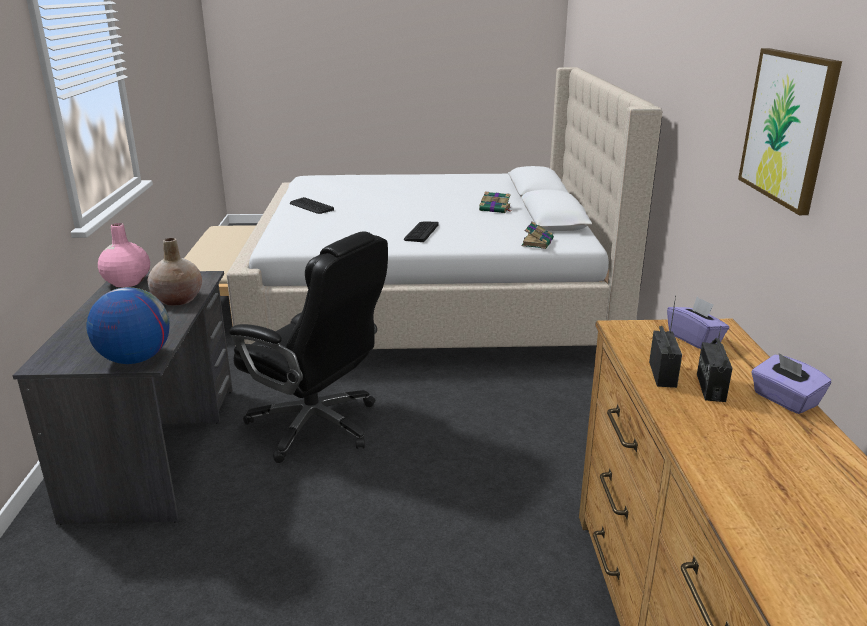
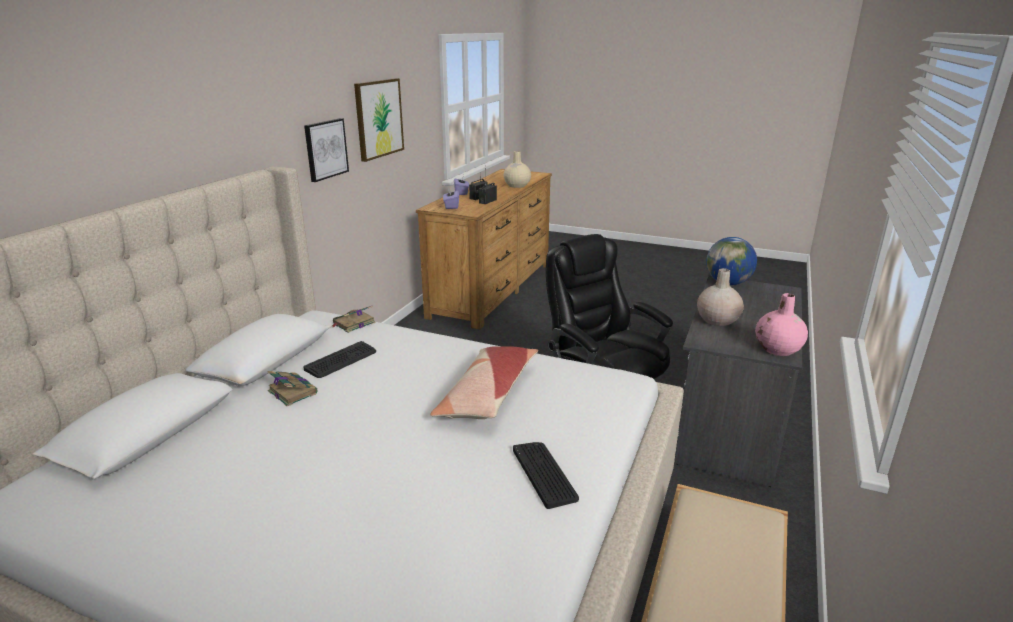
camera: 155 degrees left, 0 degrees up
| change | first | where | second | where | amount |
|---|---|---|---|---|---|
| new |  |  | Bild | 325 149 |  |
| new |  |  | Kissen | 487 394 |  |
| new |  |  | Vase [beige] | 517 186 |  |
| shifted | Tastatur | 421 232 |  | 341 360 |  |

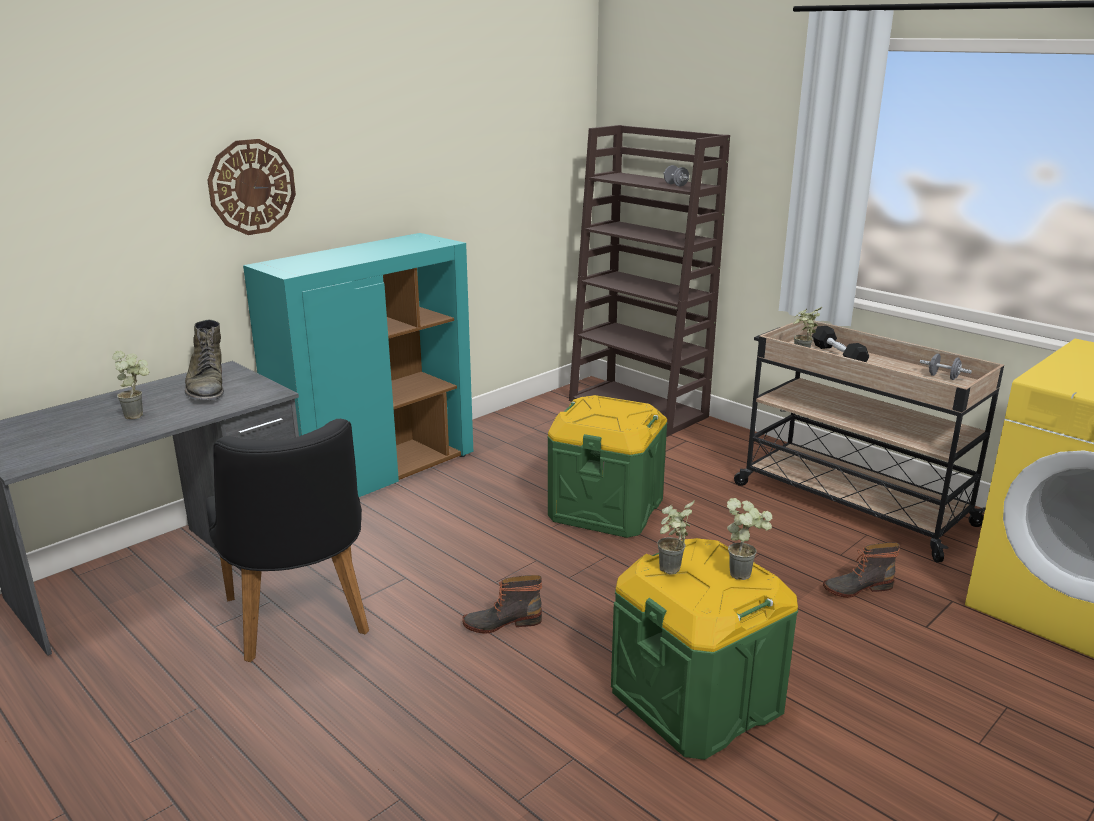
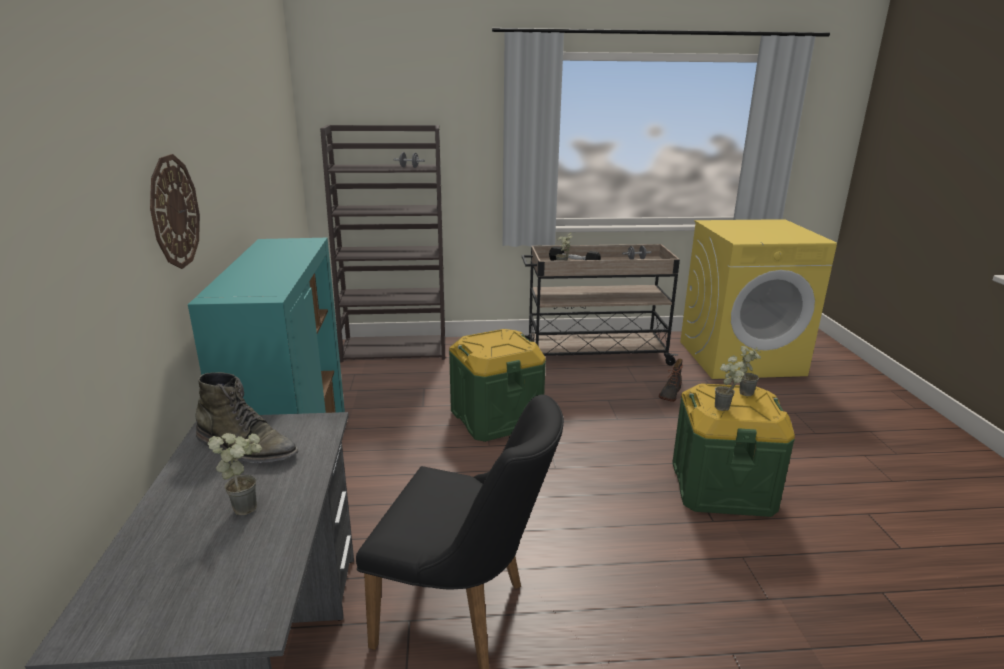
camera: 50 degrees left, 0 degrees up
| change | first | where | second | where | amount |
|---|---|---|---|---|---|
| gone | Stiefel | 502 622 |  |  |  |

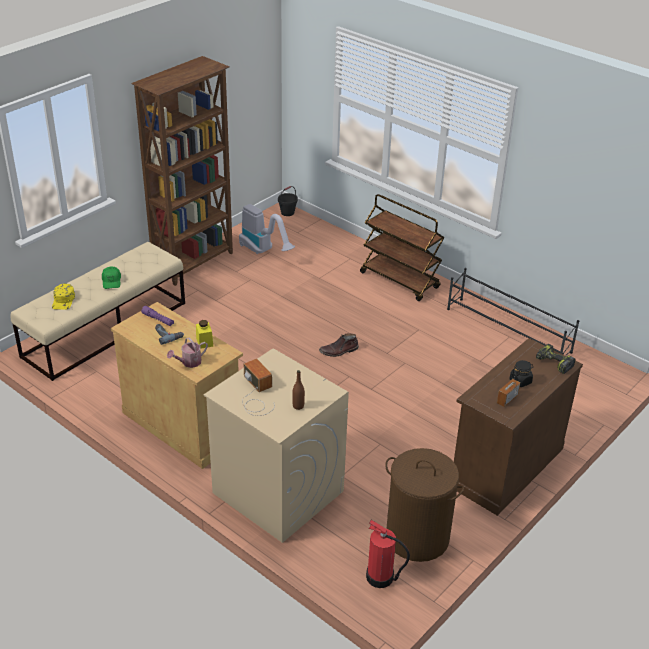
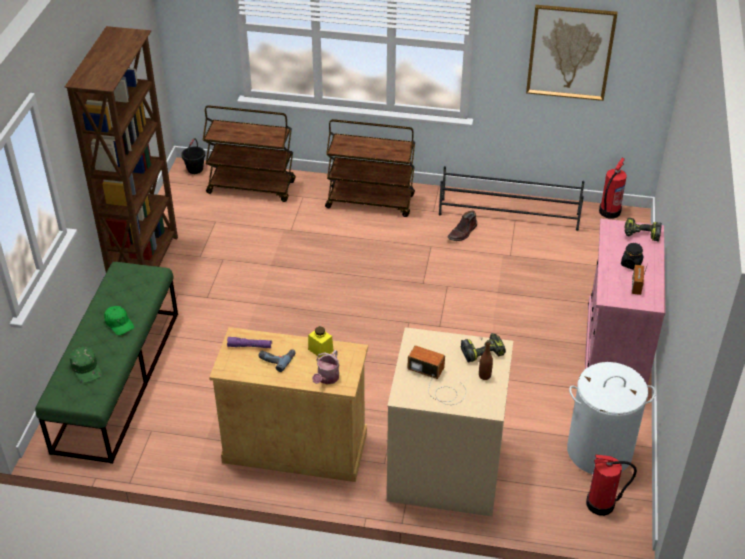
camera: 30 degrees left, 5 degrees up
| change | first | where | second | where | amount |
|---|---|---|---|---|---|
| gone | Staubsauger | 264 251 |  |  |  |
| new |  |  | Rollwagen [braun] | 252 187 |  |
| new |  |  | Bohrmaschine | 482 351 |  |
| new |  |  | Bild | 570 52 |  |
| new |  |  | Feuerlöscher | 609 212 |  |
| shifted | Stiefel [braun] | 339 351 |  | 462 232 |  |
| repainted | Bank [beige] | 106 329 | Bank [grün] | 117 379 |  |
| repainted | Kappe [gelb] | 63 300 | Kappe [grün] | 86 368 |  |
| repainted | Wäschekorb [braun] | 417 537 | Wäschekorb [weiß] | 599 451 |  |
| repainted | Schrank [braun] | 506 466 | Schrank [rosa] | 614 348 |  |

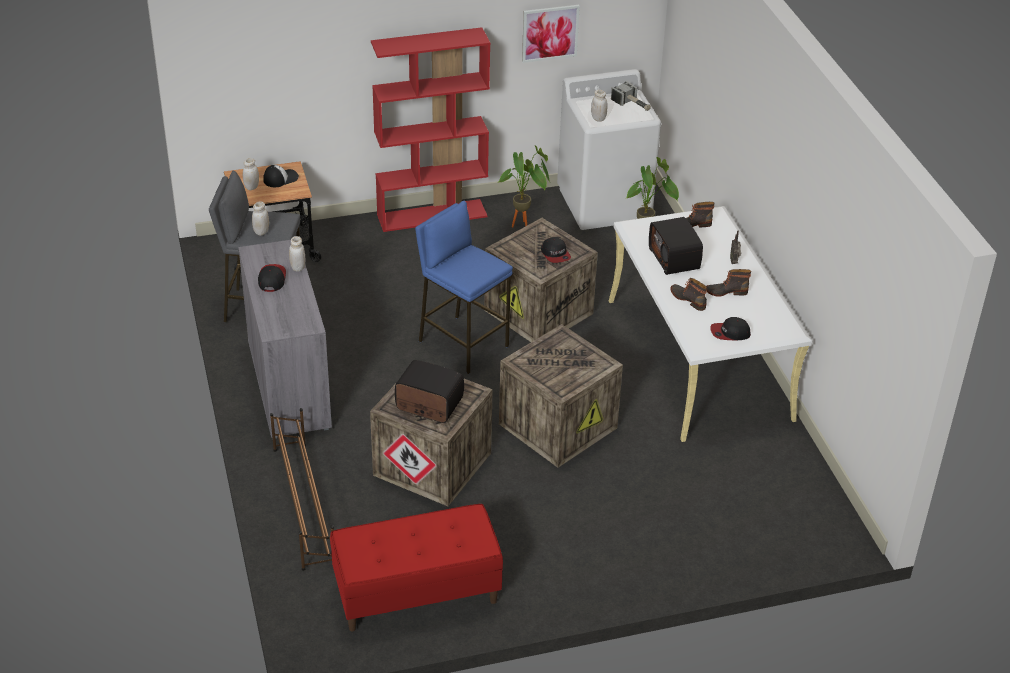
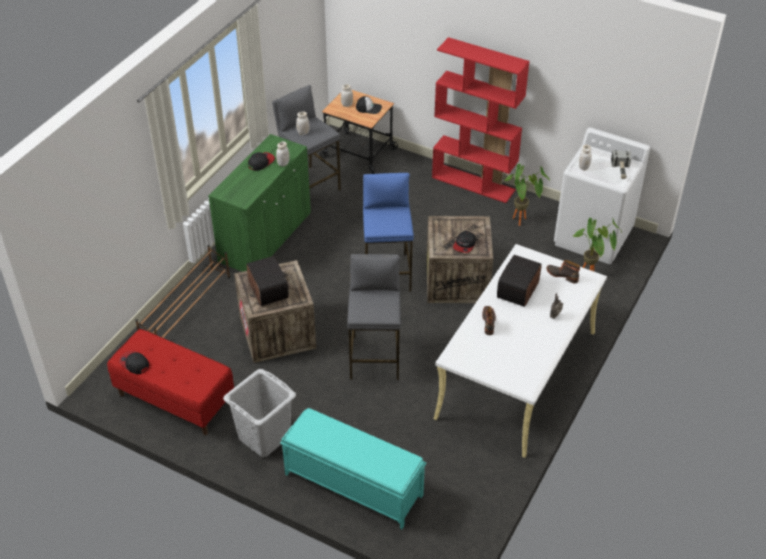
camera: 45 degrees right, 5 degrees up
| change | first | where | second | where | amount |
|---|---|---|---|---|---|
| gone | Bild | 550 33 |  |  |  |
| gone | Stiefel | 726 291 |  |  |  |
| new |  |  | Wäschekorb [grau] | 264 437 |  |
| new |  |  | Bank [türkis] | 352 484 |  |
| shifted | Kappe | 730 333 |  | 134 363 |  |
| swapped | Kiste | 558 425 | Hocker [grau] | 375 357 |  |
| repainted | Schrank [grau] | 289 385 | Schrank [grün] | 265 238 |  |

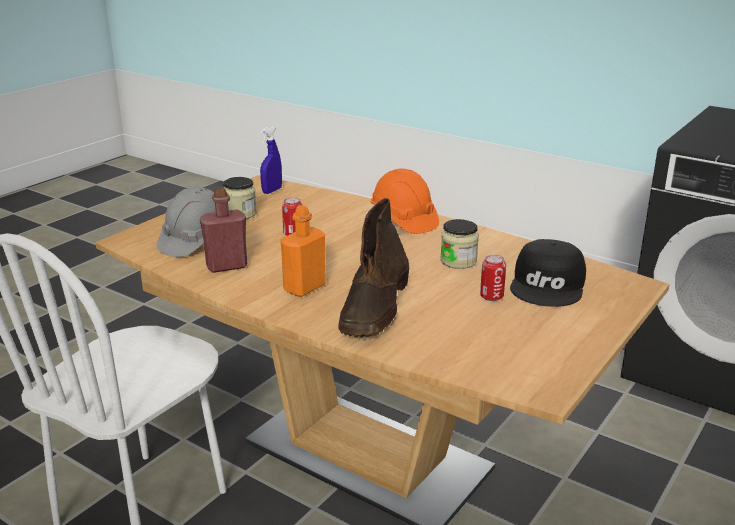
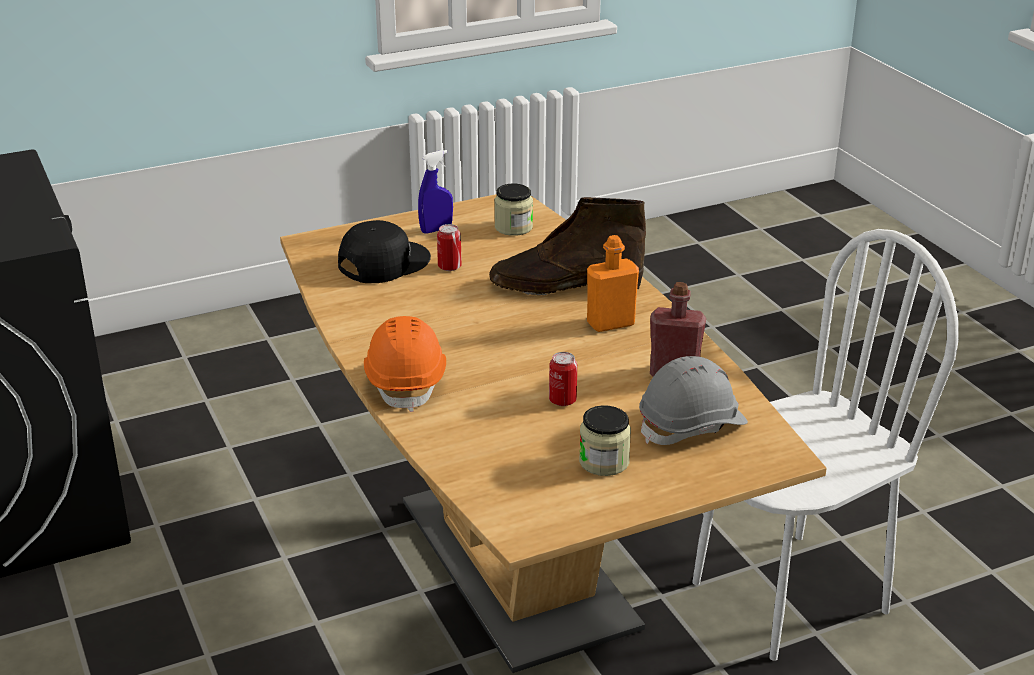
camera: 150 degrees left, 5 degrees up
| change | first | where | second | where | amount |
|---|---|---|---|---|---|
| shifted | Sprühflasche [blau] | 272 191 |  | 436 230 |  |
| shifted | Vorratsglas | 458 261 |  | 513 227 |  |
| rotated | Stiefel [braun] | 375 308 |  | 564 285 | 135 degrees counterclockwise |

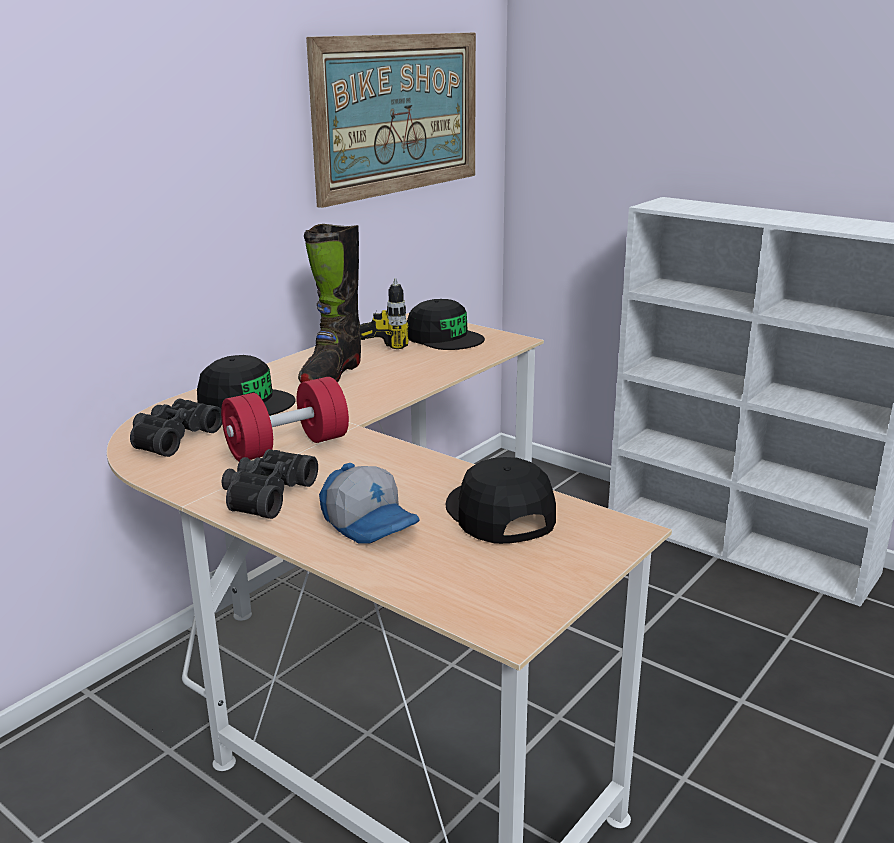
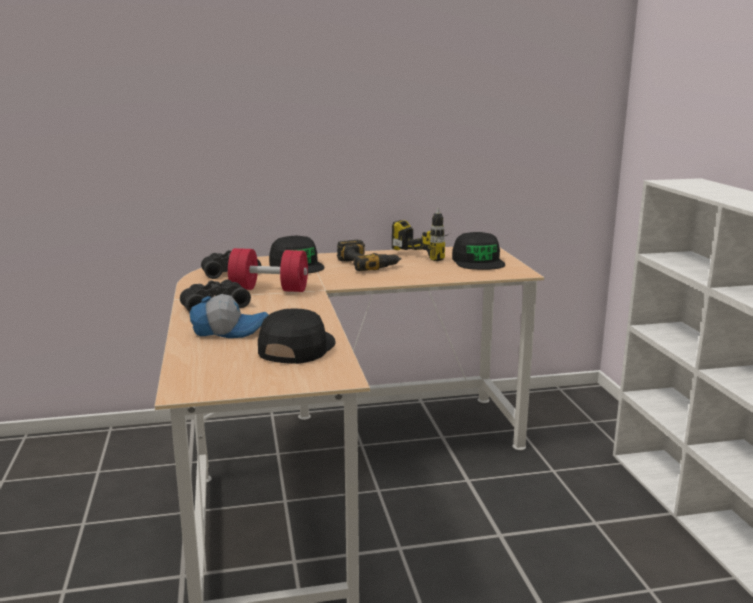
camera: 40 degrees right, 5 degrees down
| change | first | where | second | where | amount |
|---|---|---|---|---|---|
| gone | Bild | 398 114 |  |  |  |
| swapped | Stiefel [schwarz] | 331 374 | Bohrmaschine | 368 264 |  |
| rotated | Kappe | 371 523 |  | 229 330 | 90 degrees counterclockwise |

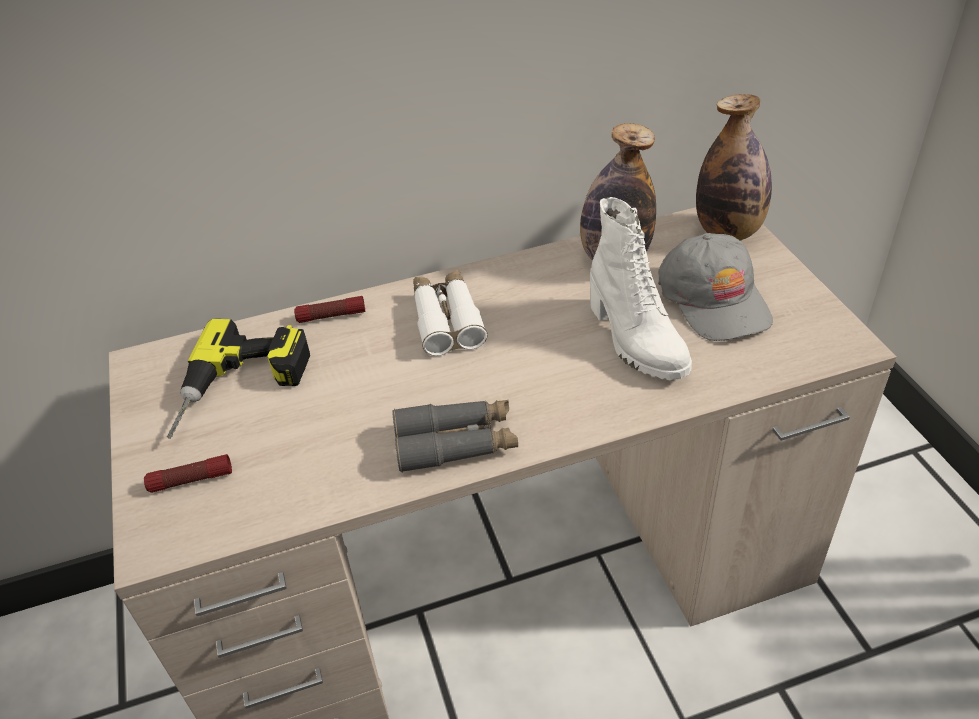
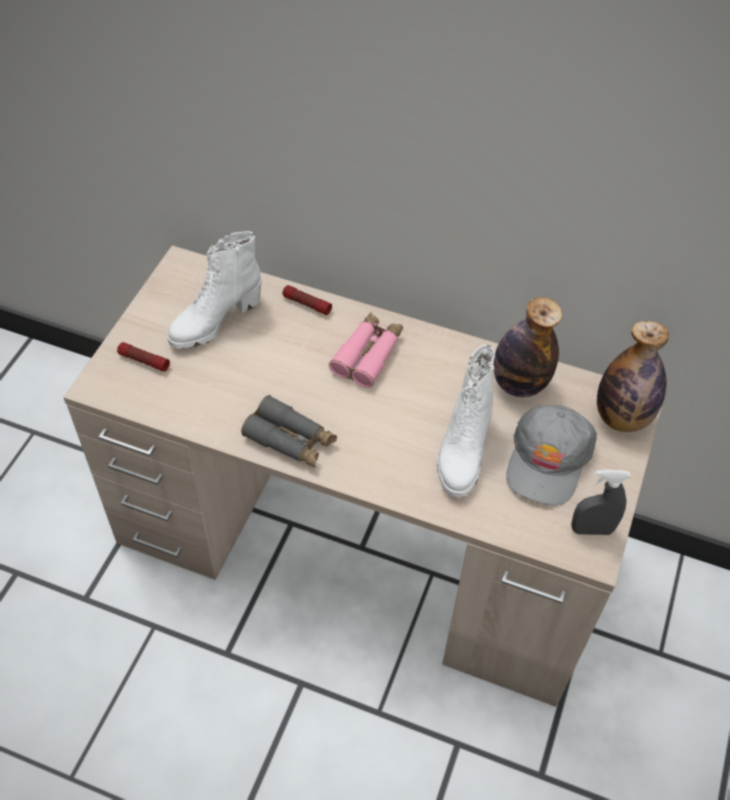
camera: 35 degrees right, 10 degrees up
| change | first | where | second | where | amount |
|---|---|---|---|---|---|
| new |  |  | Sprühflasche [grau] | 591 530 |  |
| swapped | Bohrmaschine | 241 390 | Stiefel [weiß] | 215 321 |  |
| repainted | Fernglas [weiß] | 447 320 | Fernglas [rosa] | 368 355 |  |

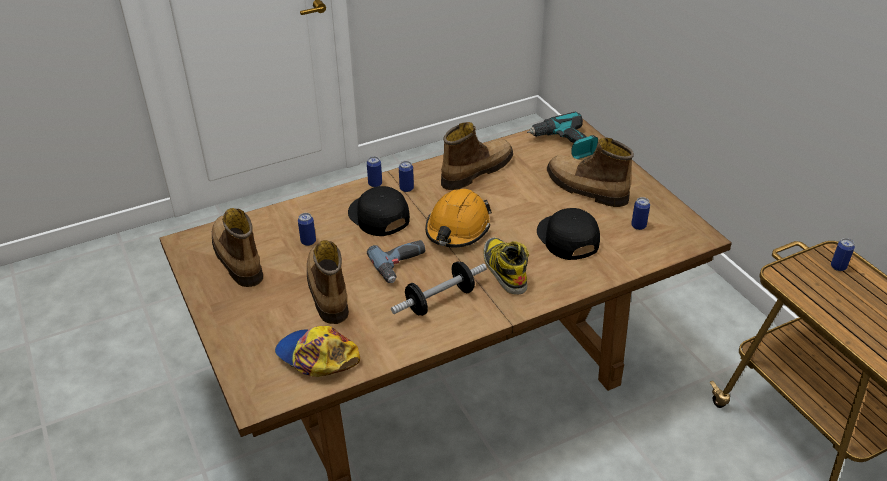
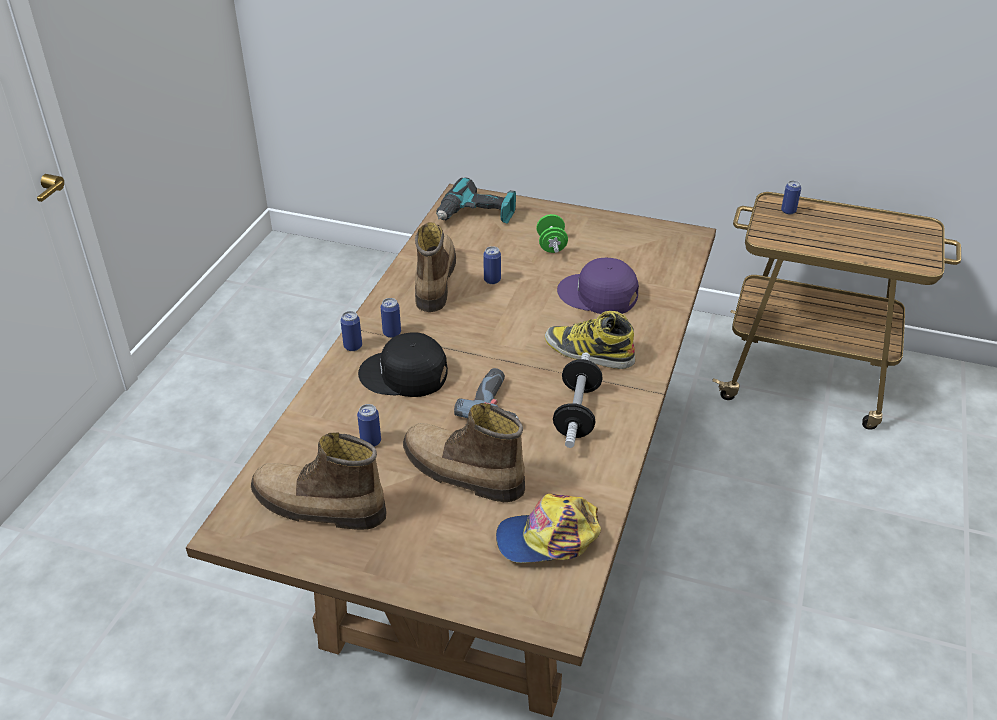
camera: 45 degrees left, 0 degrees up
| change | first | where | second | where | amount |
|---|---|---|---|---|---|
| gone | Schutzhelm [orange] | 457 229 |  |  |  |
| shifted | Dose | 638 226 |  | 492 280 |  |
| swapped | Stiefel | 585 189 | Hantel [grün] | 551 245 |  |
| repainted | Kappe [schwarz] | 566 238 | Kappe [lila] | 598 295 |  |

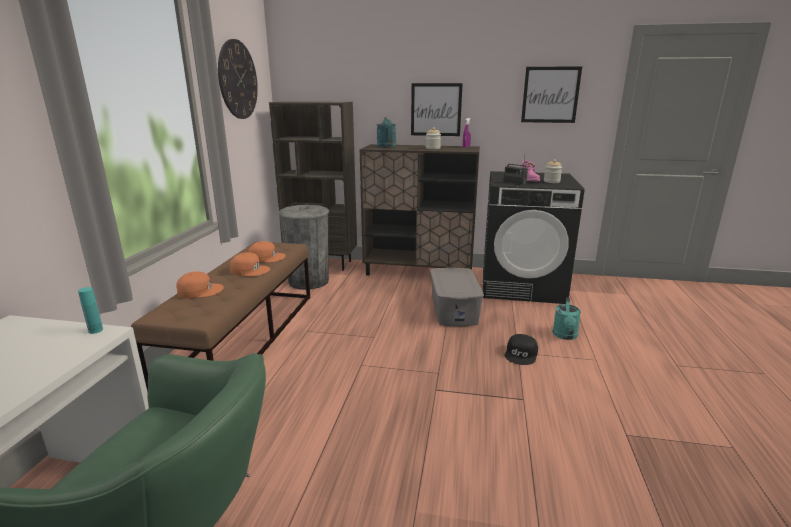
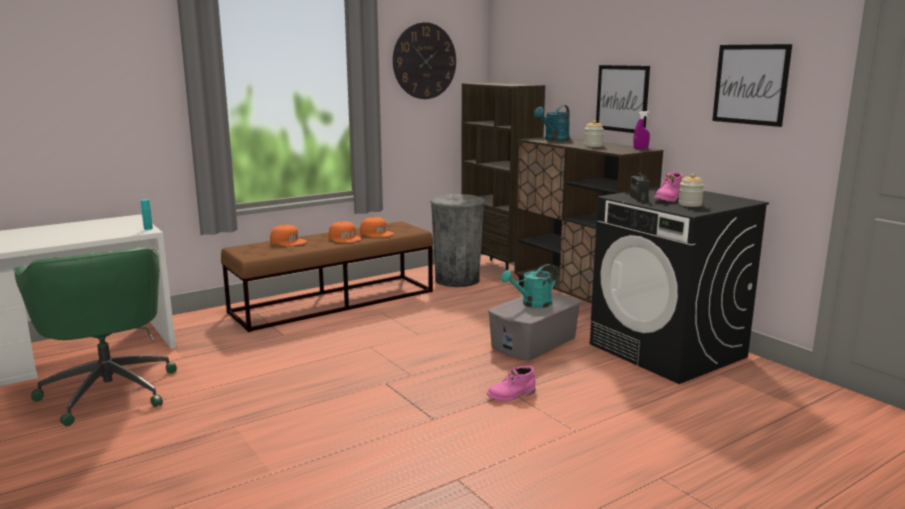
camera: 45 degrees right, 5 degrees down
| change | first | where | second | where | amount |
|---|---|---|---|---|---|
| shifted | Gießkanne [türkis] | 565 336 |  | 532 304 |  |
| swapped | Kappe [schwarz] | 521 354 | Stiefel [rosa] | 511 395 |  |

